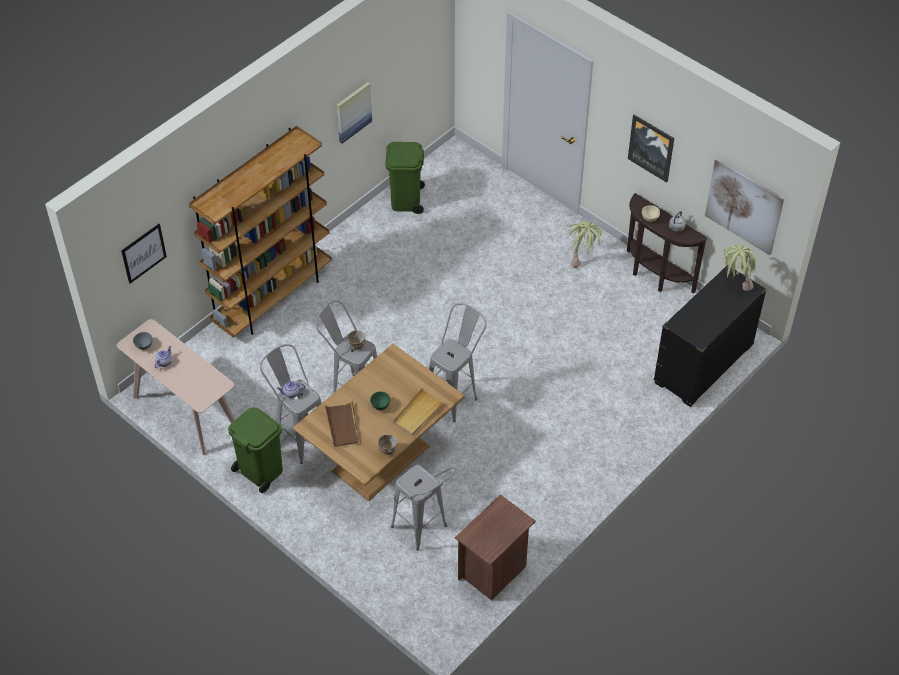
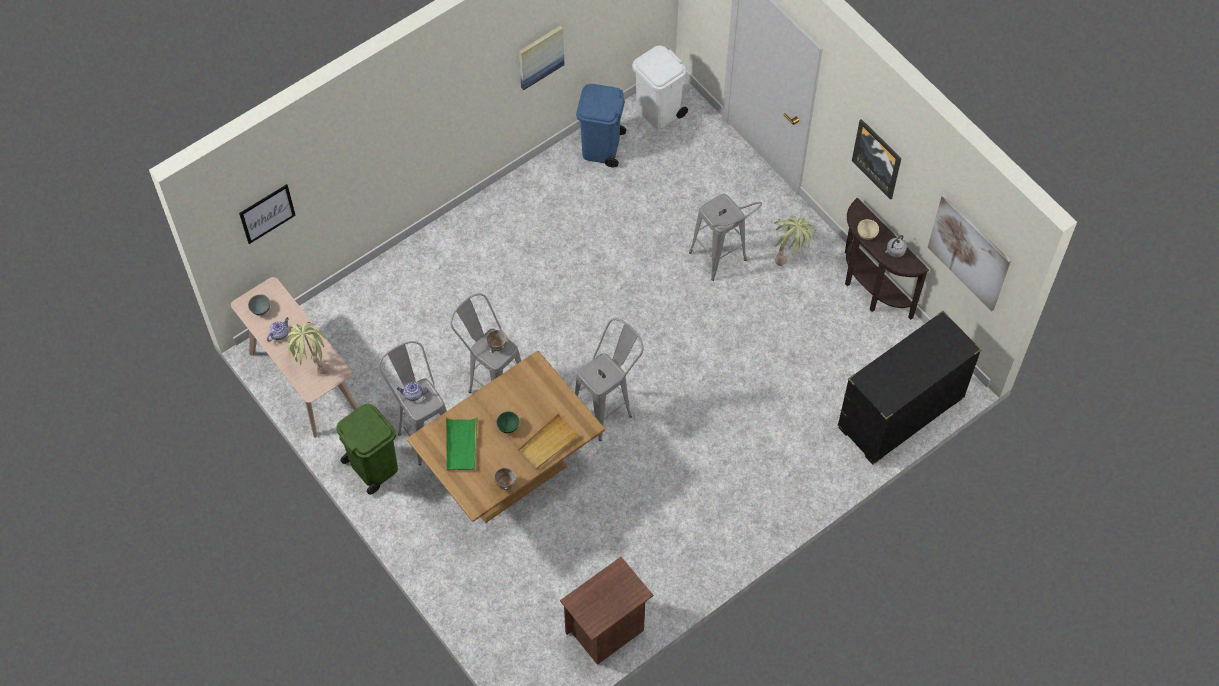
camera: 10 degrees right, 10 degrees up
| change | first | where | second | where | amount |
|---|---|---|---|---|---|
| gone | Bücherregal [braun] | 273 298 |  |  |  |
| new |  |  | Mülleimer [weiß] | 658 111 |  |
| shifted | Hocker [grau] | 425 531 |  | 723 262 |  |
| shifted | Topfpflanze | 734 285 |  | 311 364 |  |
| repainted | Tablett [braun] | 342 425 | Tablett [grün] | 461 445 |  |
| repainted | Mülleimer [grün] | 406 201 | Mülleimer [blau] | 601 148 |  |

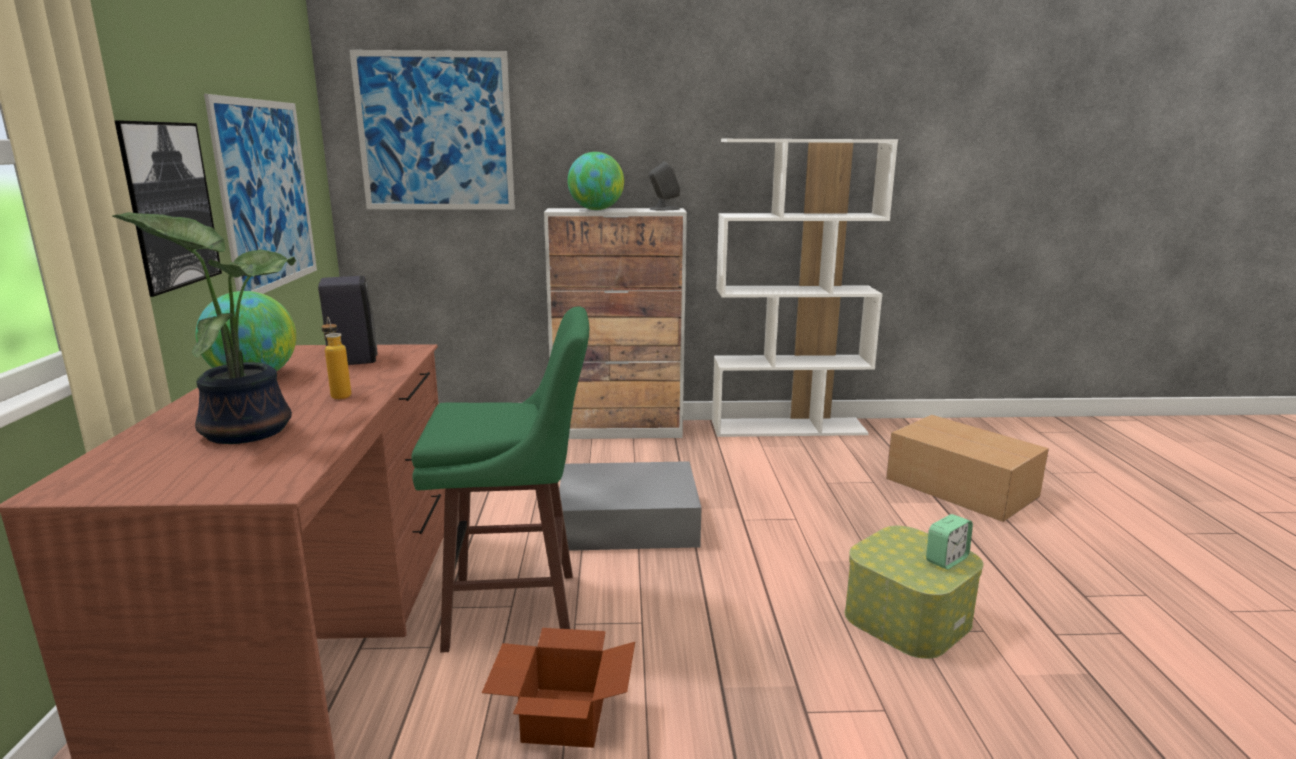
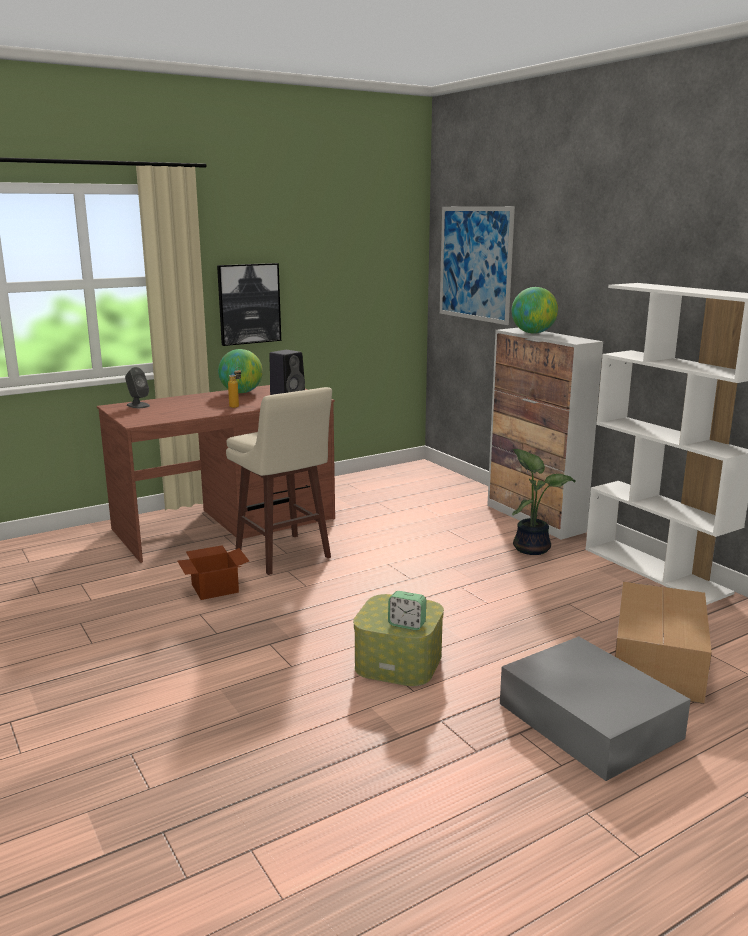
camera: 60 degrees right, 0 degrees up
| change | first | where | second | where | amount |
|---|---|---|---|---|---|
| gone | Bild | 267 195 |  |  |  |
| shifted | Topfpflanze | 245 429 |  | 532 548 |  |
| shifted | Aufbewahrungsbox [grau] | 625 521 |  | 588 719 |  |
| shifted | Lautsprecher [grau] | 664 209 |  | 138 405 |  |
| repainted | Hocker [grün] | 517 611 | Hocker [beige] | 283 555 |  |

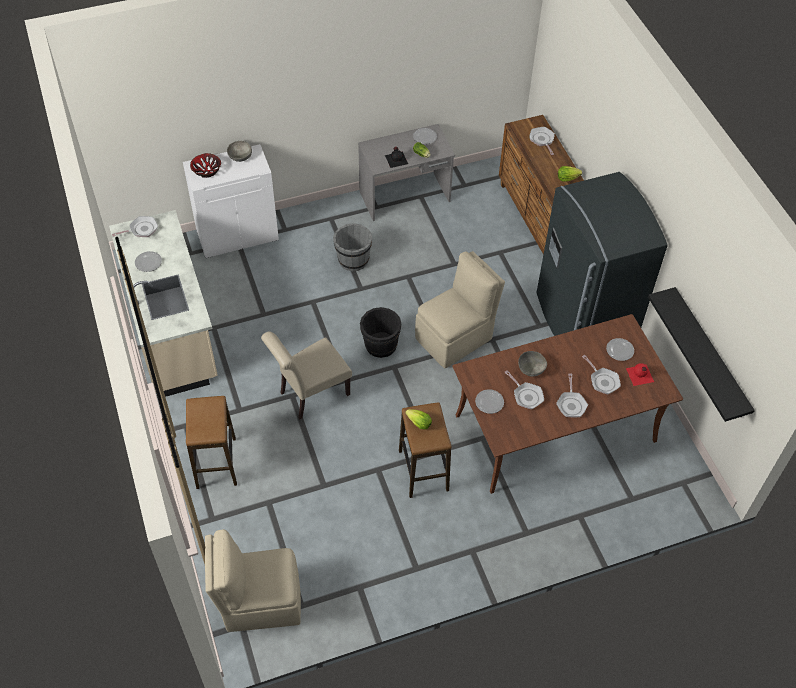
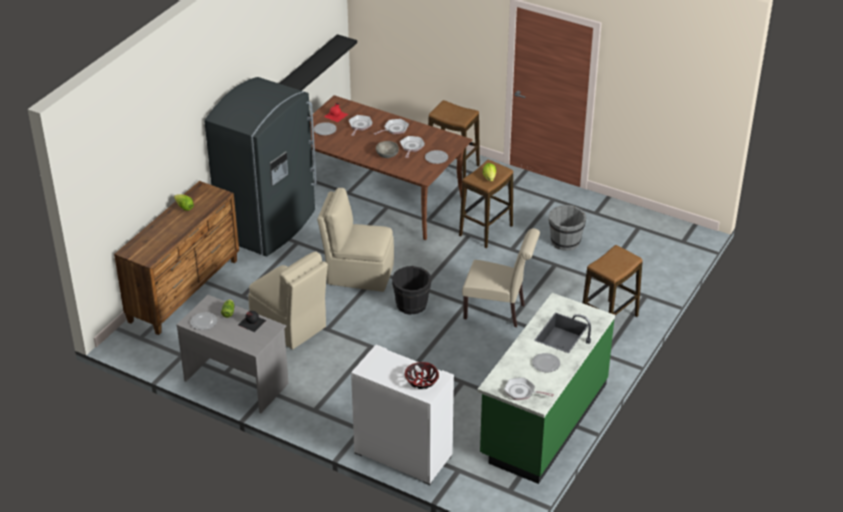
camera: 130 degrees left, 15 degrees down
| change | first | where | second | where | amount |
|---|---|---|---|---|---|
| gone | Schüssel [grau] | 240 156 |  |  |  |
| gone | Pfanne | 542 140 |  |  |  |
| new |  |  | Hocker | 453 167 |  |
| shifted | Stuhl [beige] | 260 602 |  | 289 326 |  |
| shifted | Eimer [grau] | 353 260 |  | 565 242 |  |
| repainted | Küchenzeile [beige] | 173 331 | Küchenzeile [grün] | 543 420 |  |

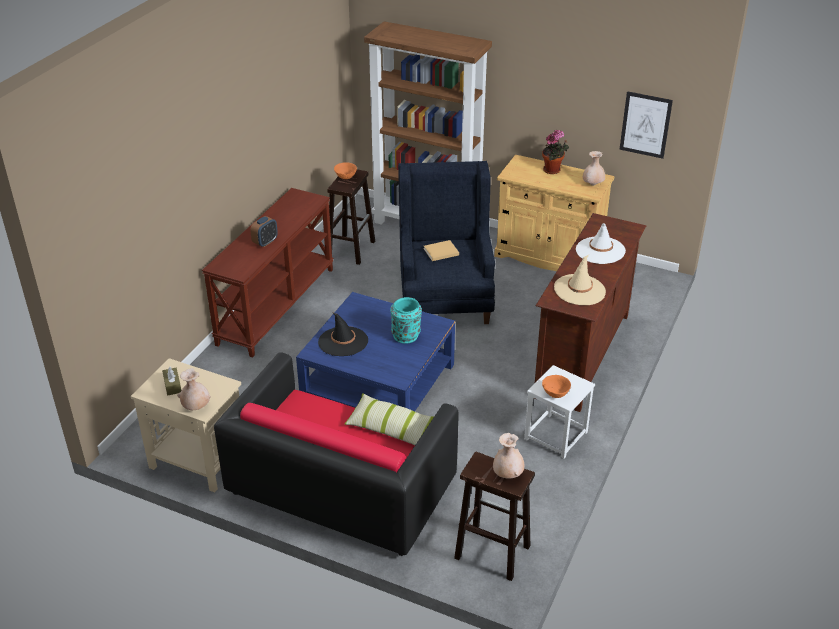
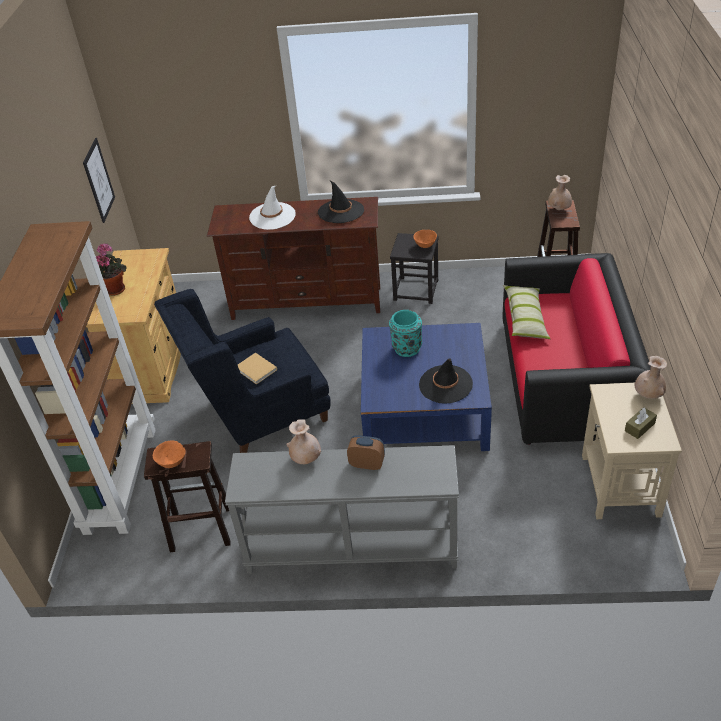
camera: 110 degrees left, 5 degrees up
| change | first | where | second | where | amount |
|---|---|---|---|---|---|
| shifted | Vase [beige] | 592 184 |  | 306 458 |  |
| repainted | Konsolentisch [braun] | 276 305 | Konsolentisch [grau] | 351 548 |  |
| repainted | Hocker [weiß] | 556 436 | Hocker [schwarz] | 416 290 |  |
| repainted | Hut [beige] | 579 290 | Hut [schwarz] | 341 211 |  |

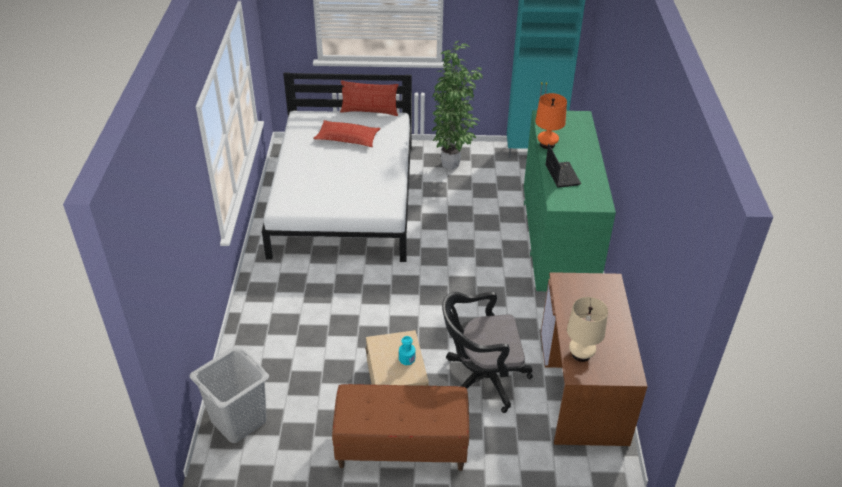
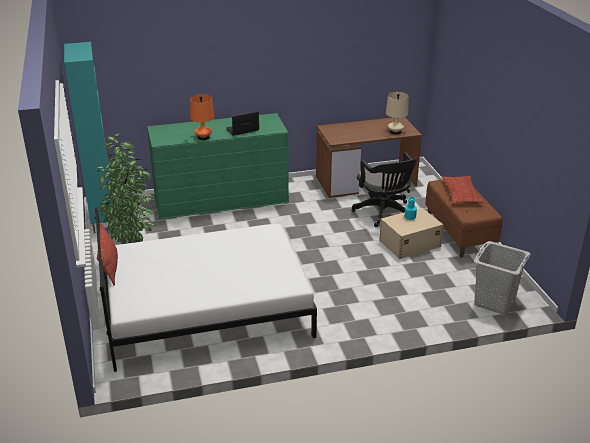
camera: 105 degrees left, 10 degrees down
| change | first | where | second | where | amount |
|---|---|---|---|---|---|
| shifted | Kissen | 347 138 |  | 461 193 |  |

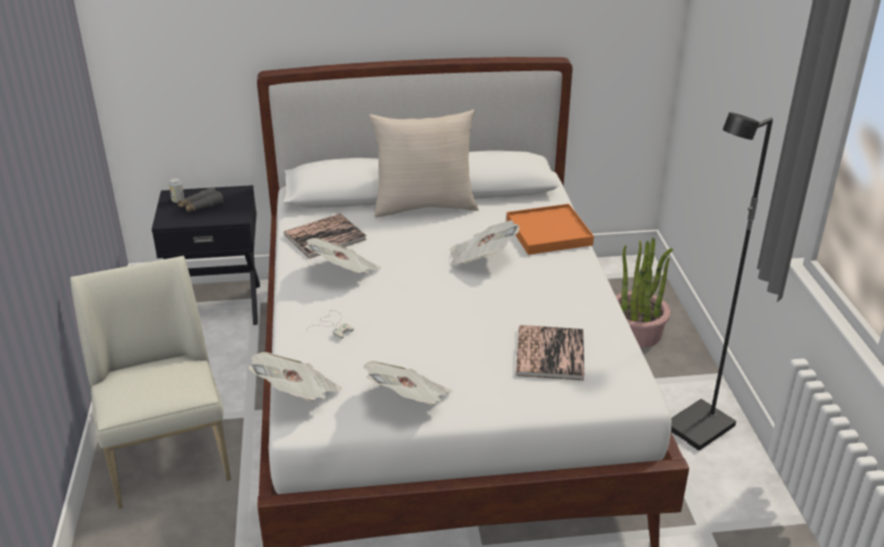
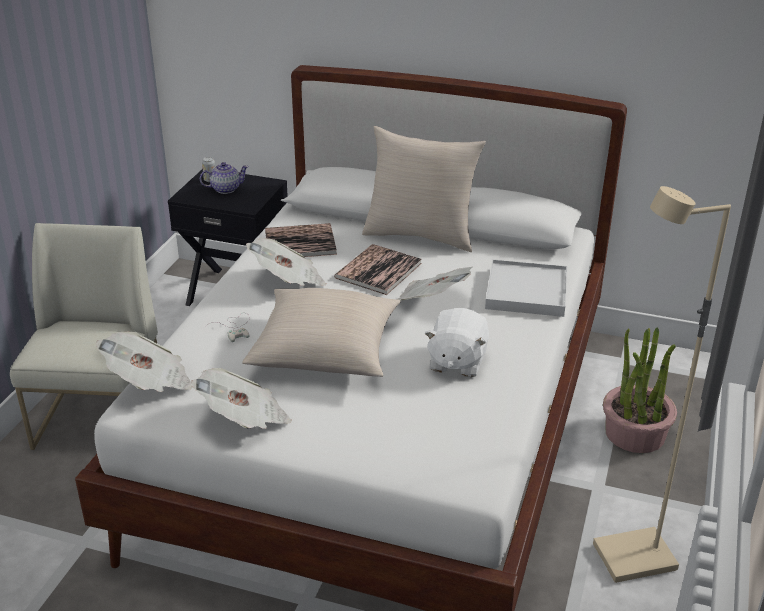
camera: 25 degrees right, 0 degrees up
| change | first | where | second | where | amount |
|---|---|---|---|---|---|
| new |  |  | Kissen [beige] | 325 351 |  |
| new |  |  | Plüschtier [weiß] | 456 361 |  |
| shifted | Buch | 550 354 |  | 378 270 |  |
| swapped | Fernglas [grau] | 200 205 | Teekanne | 225 189 |  |
| repainted | Tablett [orange] | 548 233 | Tablett [weiß] | 526 292 |  |
| repainted | Stehlampe [schwarz] | 700 428 | Stehlampe [beige] | 634 559 |  |

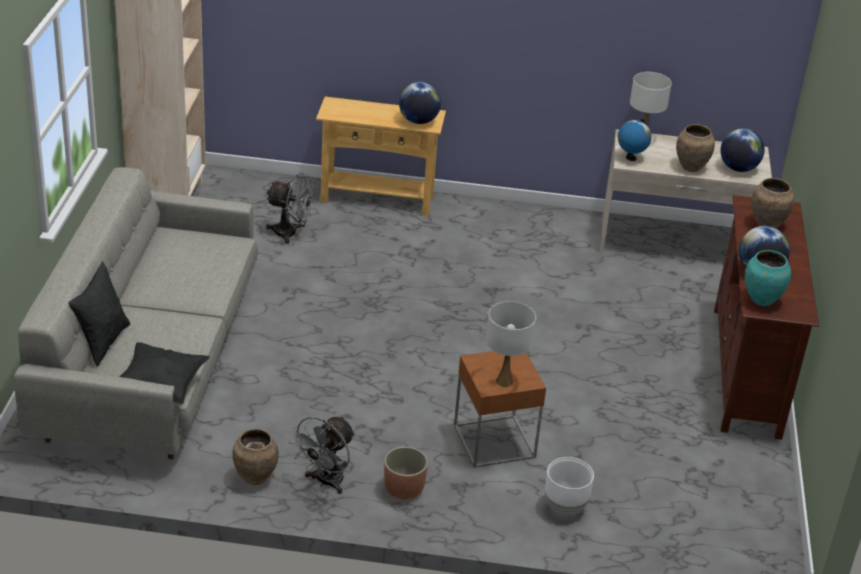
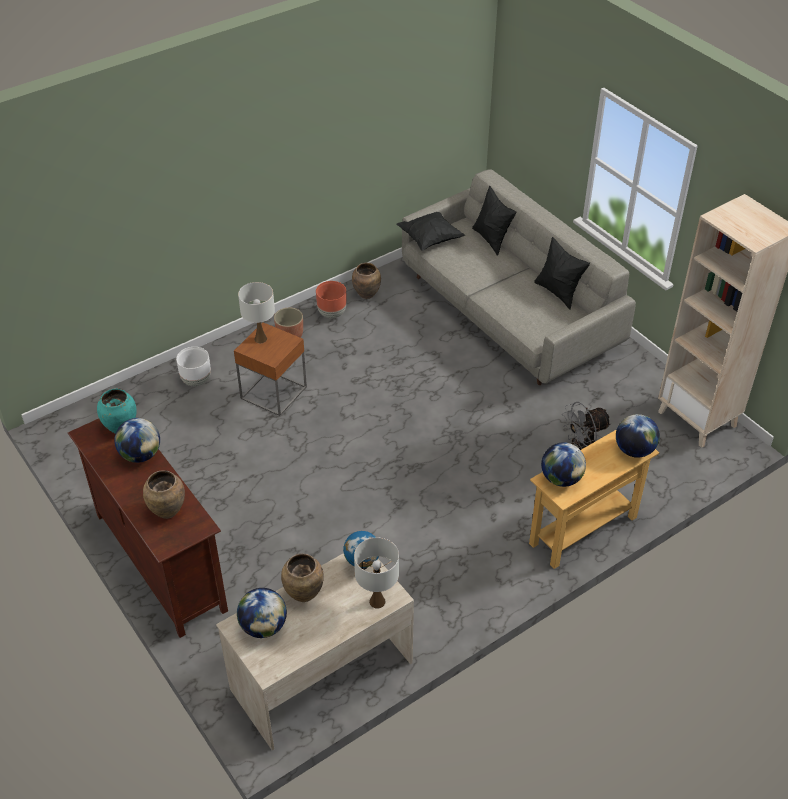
camera: 140 degrees right, 10 degrees up
| change | first | where | second | where | amount |
|---|---|---|---|---|---|
| new |  |  | Kissen [schwarz] | 558 292 |  |
| new |  |  | Globus | 634 450 |  |
| swapped | Ventilator [grau] | 325 482 | Pflanzkübel [braun] | 331 314 |  |

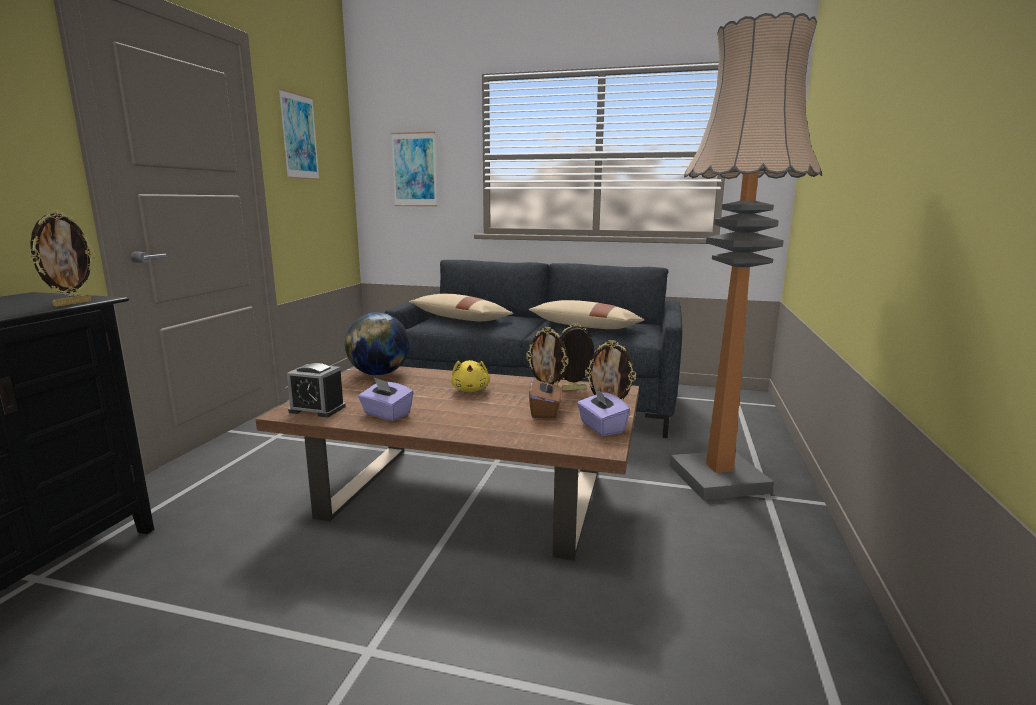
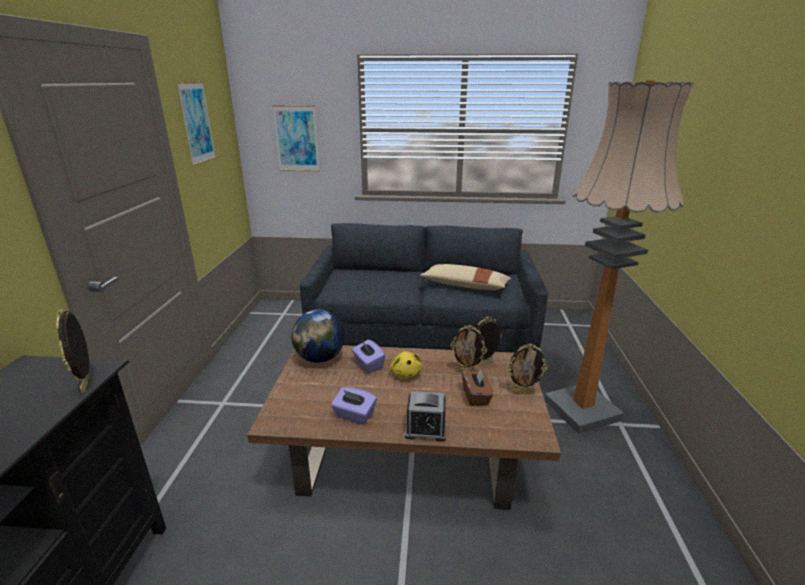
camera: 10 degrees left, 10 degrees up
| change | first | where | second | where | amount |
|---|---|---|---|---|---|
| gone | Kissen [beige] | 460 319 |  |  |  |
| shifted | Wecker | 317 409 |  | 425 430 |  |
| shifted | Taschentuchbox [lila] | 601 427 |  | 368 364 |  |
| rotated | Bilderrahmen | 72 303 |  | 87 384 | 150 degrees clockwise |

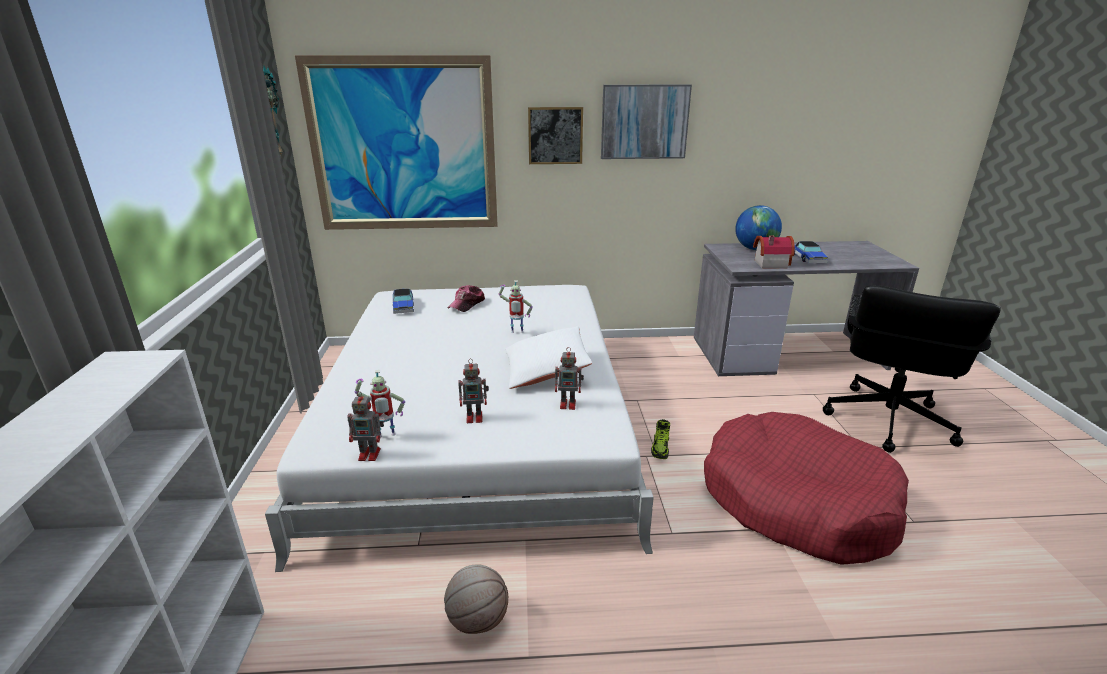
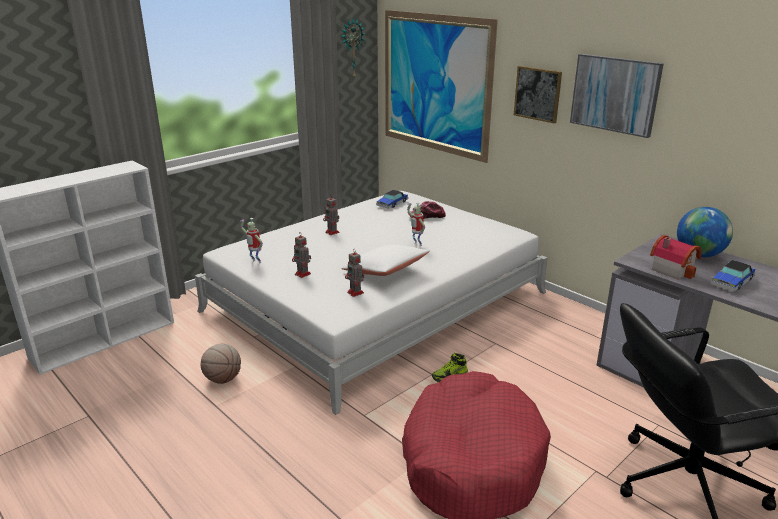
camera: 50 degrees right, 0 degrees up
| change | first | where | second | where | amount |
|---|---|---|---|---|---|
| shifted | Spielzeugroboter | 370 454 |  | 332 232 |  |

